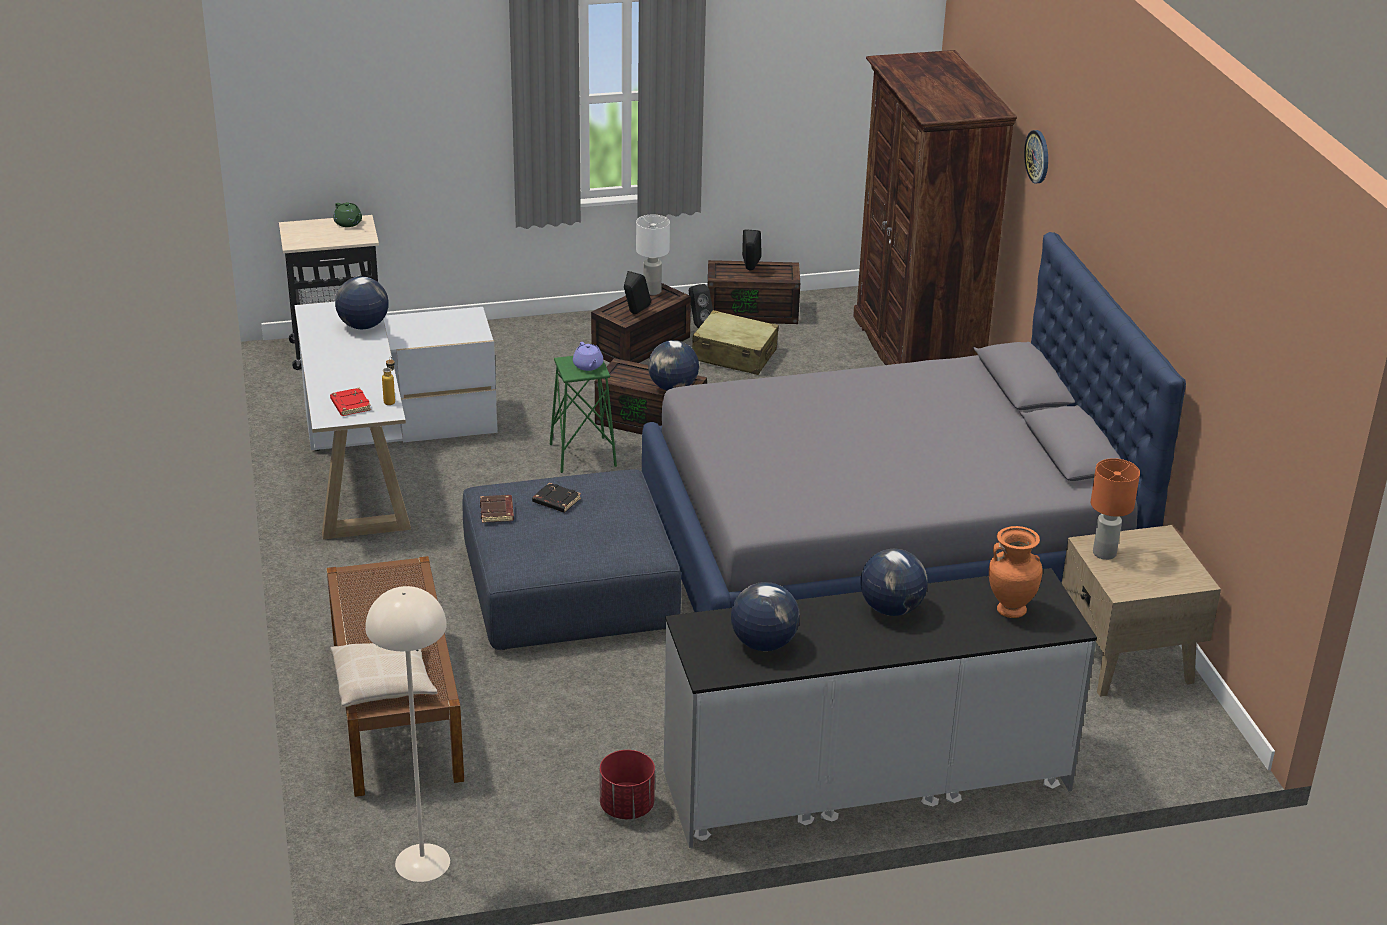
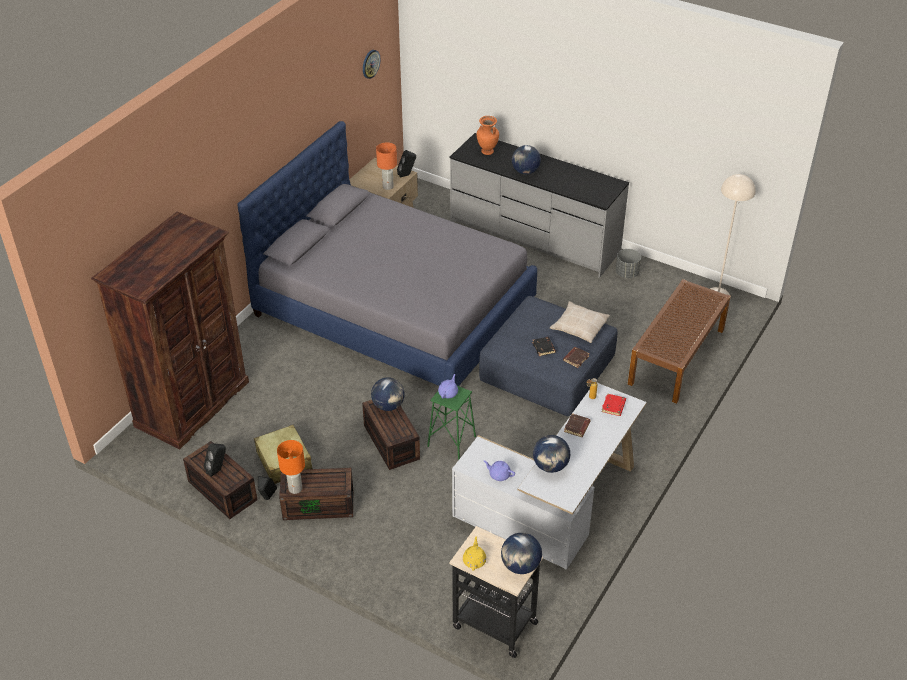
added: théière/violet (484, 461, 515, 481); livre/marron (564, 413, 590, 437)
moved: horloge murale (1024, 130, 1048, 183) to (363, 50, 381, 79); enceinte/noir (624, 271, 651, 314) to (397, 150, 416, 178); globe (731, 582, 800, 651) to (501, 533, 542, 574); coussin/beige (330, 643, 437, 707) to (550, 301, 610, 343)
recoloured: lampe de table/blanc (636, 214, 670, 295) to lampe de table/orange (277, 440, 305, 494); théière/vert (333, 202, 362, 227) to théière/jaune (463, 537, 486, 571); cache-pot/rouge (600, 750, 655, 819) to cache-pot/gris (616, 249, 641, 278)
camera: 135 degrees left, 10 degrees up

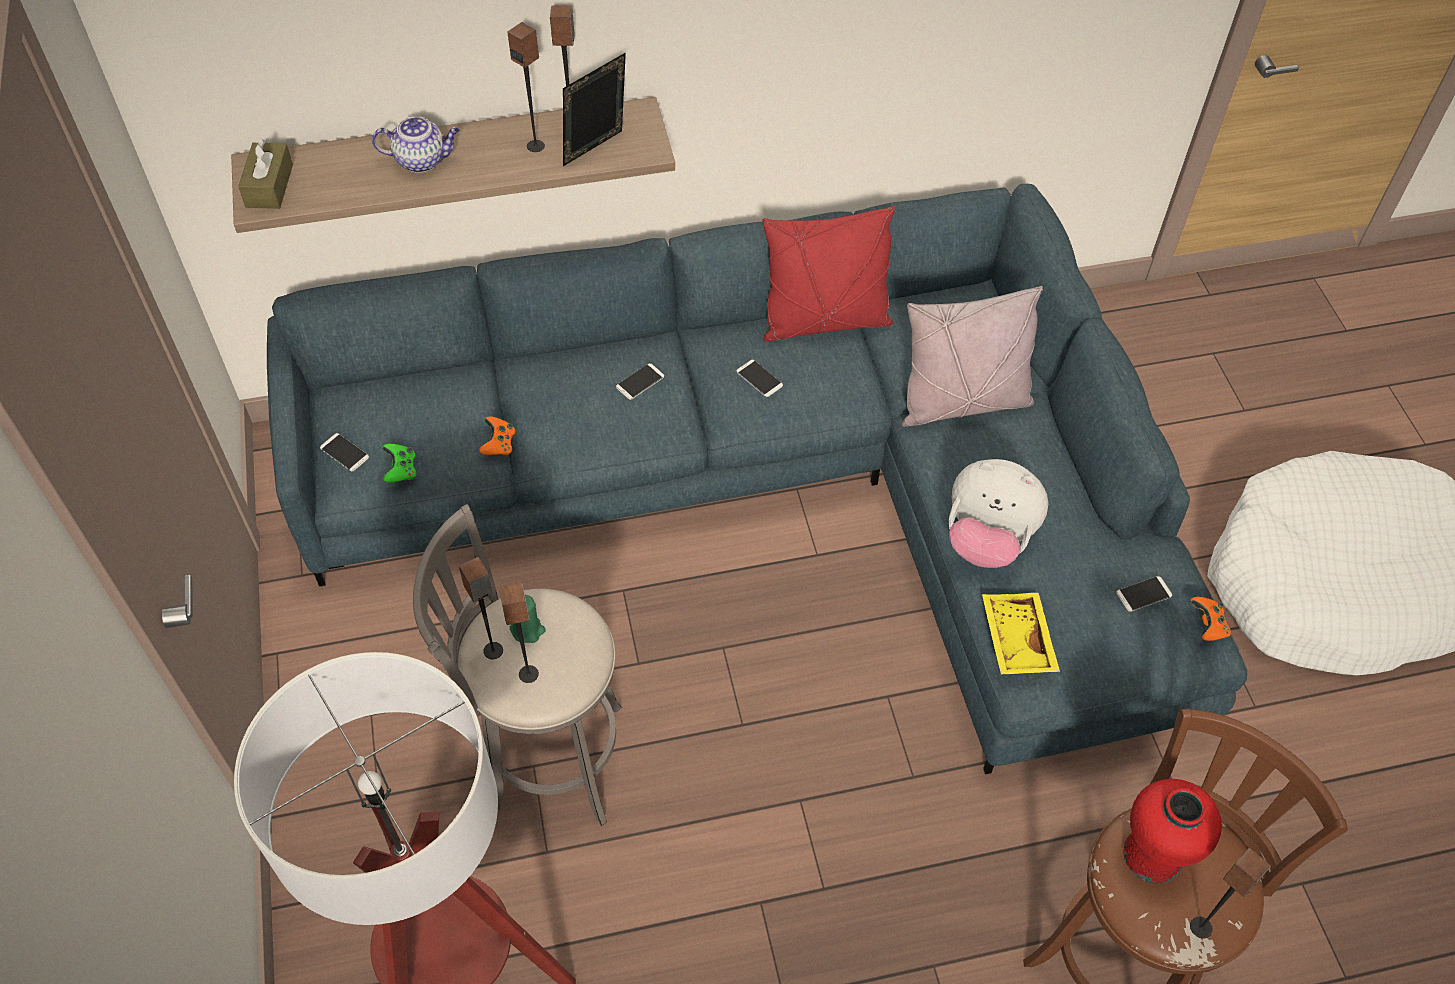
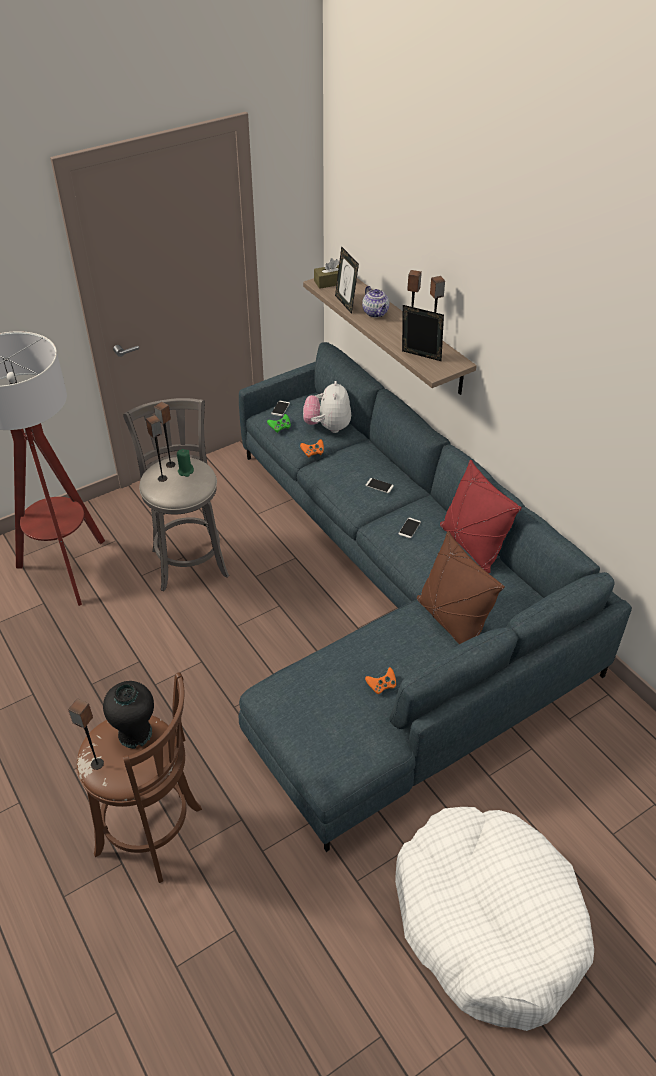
removed: plateau/jaune (982, 593, 1060, 674); téléphone (1116, 576, 1172, 612)
added: cadre photo (335, 246, 359, 314)
moved: peluche (949, 459, 1048, 568) to (303, 381, 351, 433); manette/orange (1190, 597, 1231, 641) to (365, 667, 396, 694)
recoloured: vase/rouge (1123, 779, 1222, 884) to vase/noir (103, 681, 154, 749); coussin/violet (902, 286, 1043, 427) to coussin/marron (417, 531, 505, 644)
camera: 70 degrees right, 10 degrees down

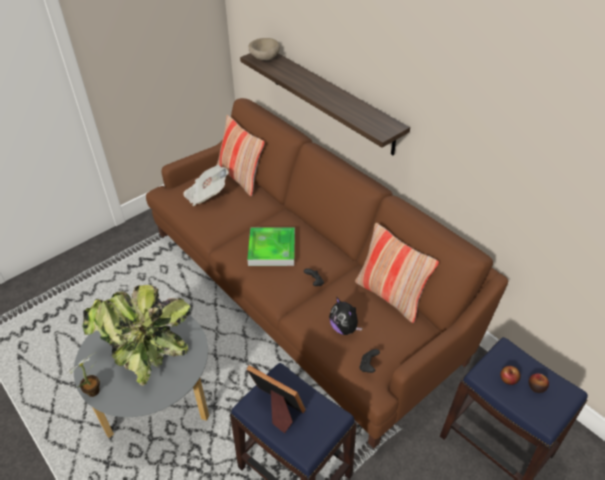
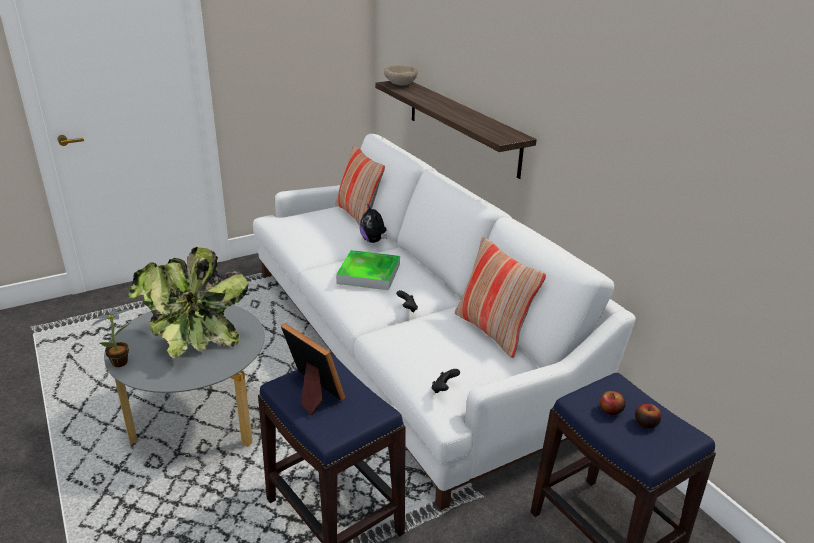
removed: journal (183, 165, 229, 206)
moved: peluche (329, 297, 362, 335) to (360, 204, 387, 243)
recoloured: canapé/marron (146, 98, 508, 449) to canapé/blanc (253, 134, 636, 510)
camera: 10 degrees right, 15 degrees down

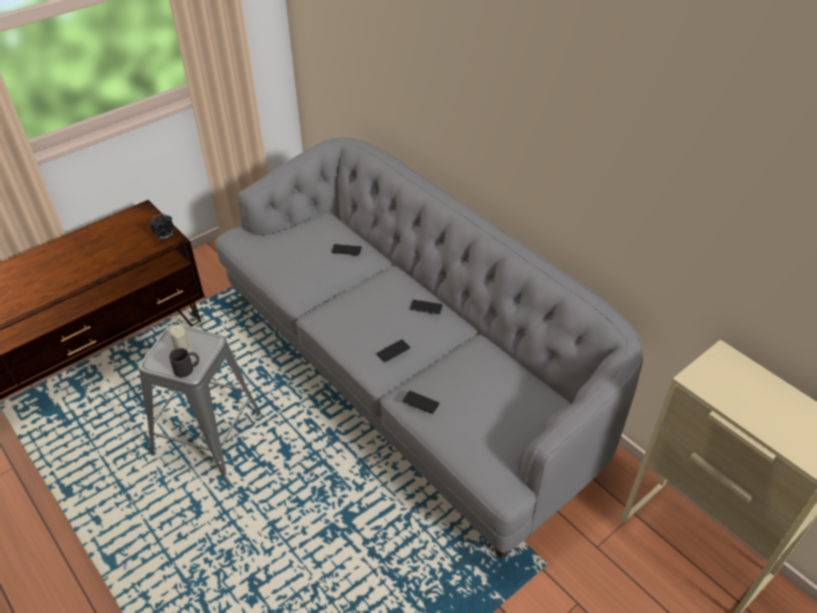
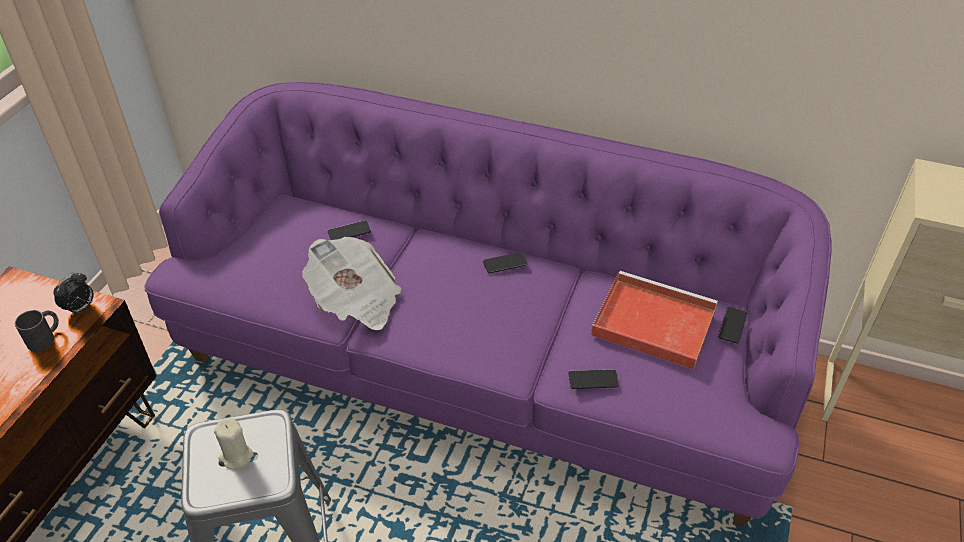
added: journal (302, 237, 401, 330); plateau/rouge (591, 271, 718, 370)
moved: mug/noir (169, 348, 199, 378) to (15, 310, 59, 351); téléphone (376, 339, 410, 362) to (718, 307, 747, 344)
recoloured: canapé/gris (215, 137, 643, 558) to canapé/violet (144, 82, 832, 527)
camera: 30 degrees left, 0 degrees up

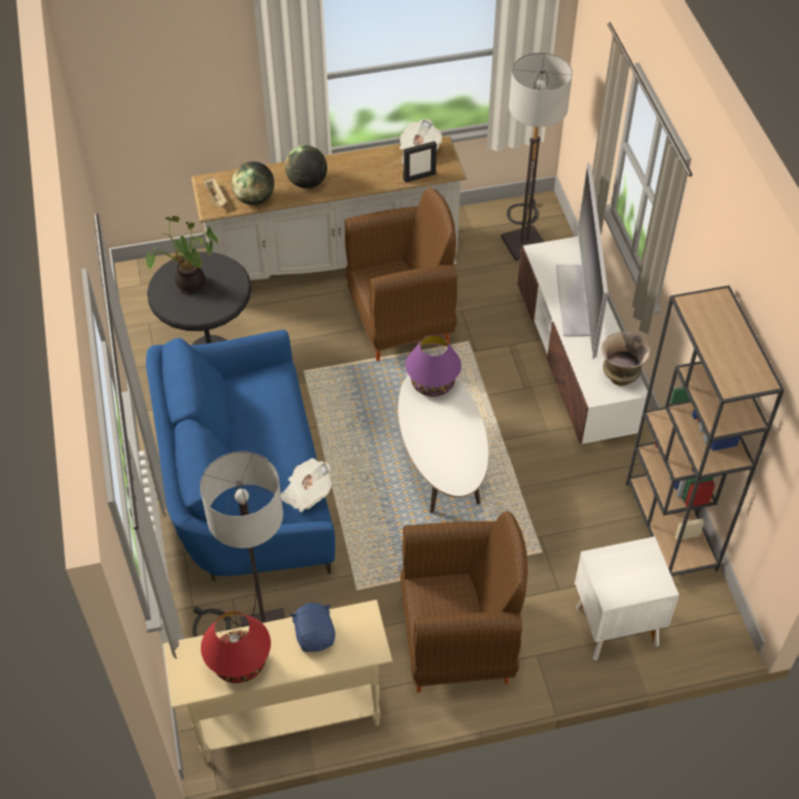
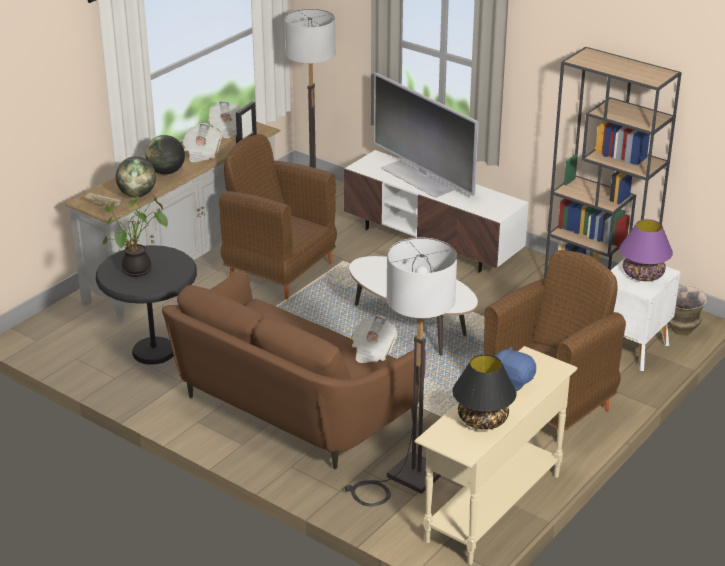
added: journal (182, 123, 222, 162)
moved: lampe de table/violet (406, 335, 461, 397) to (620, 219, 673, 281); vase (601, 331, 650, 386) to (668, 286, 708, 335)
recoloured: canapé/bleu (146, 330, 335, 581) to canapé/marron (162, 270, 426, 470); lampe de table/rouge (201, 611, 271, 683) to lampe de table/noir (452, 354, 517, 430)
turned: fauteuil/marron (345, 187, 457, 361) = (219, 134, 337, 299) 90 degrees counterclockwise
camera: 40 degrees left, 20 degrees down

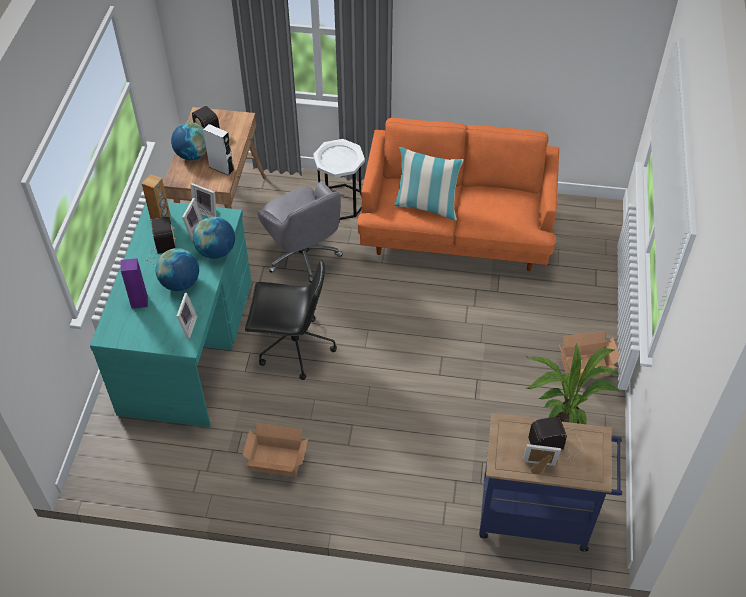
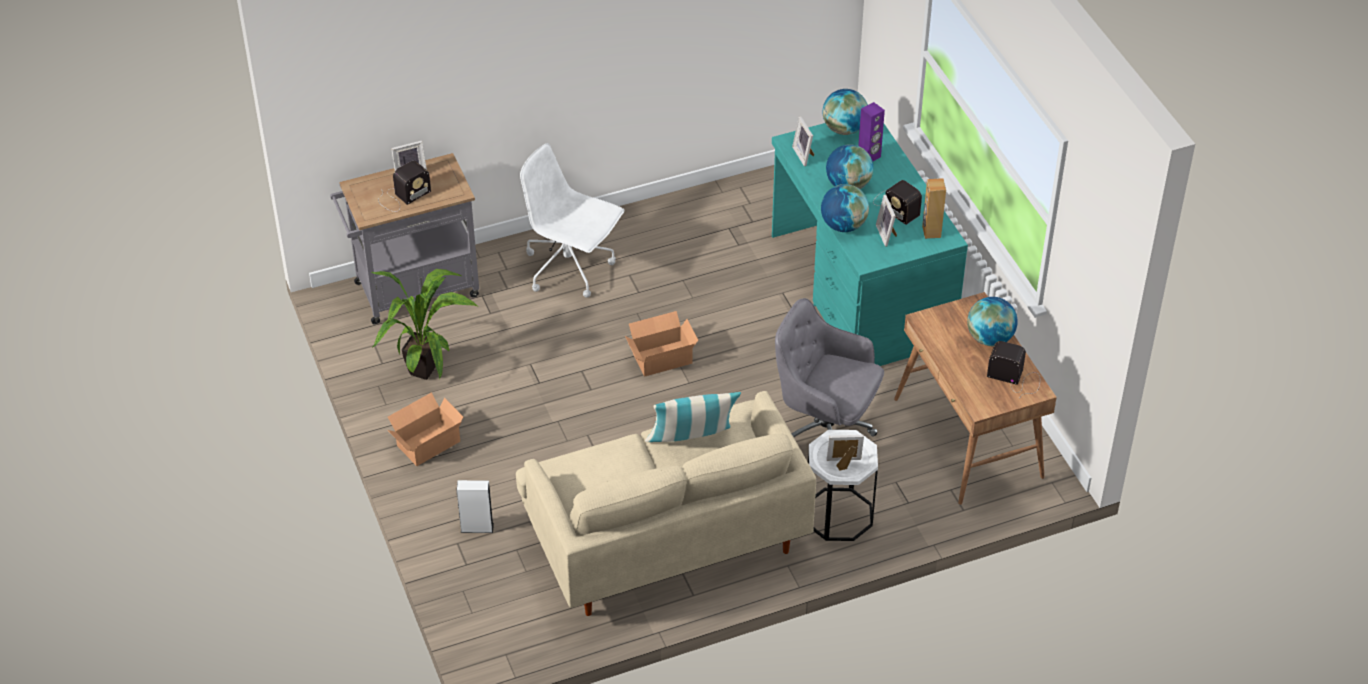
removed: chaise de bureau/noir (245, 259, 337, 380)
added: chaise de bureau/blanc (520, 143, 624, 298); globe (823, 89, 868, 135)
moved: enceinte/blanc (203, 124, 234, 176) to (457, 480, 494, 533); carton (243, 423, 308, 477) to (625, 311, 698, 376); cadre photo (191, 183, 216, 217) to (827, 435, 864, 471)
recoloured: chariot/bleu (479, 413, 622, 552) to chariot/gris (330, 153, 479, 325); canapé/orange (357, 118, 559, 271) to canapé/beige (516, 391, 816, 616)
camera: 150 degrees right, 5 degrees down

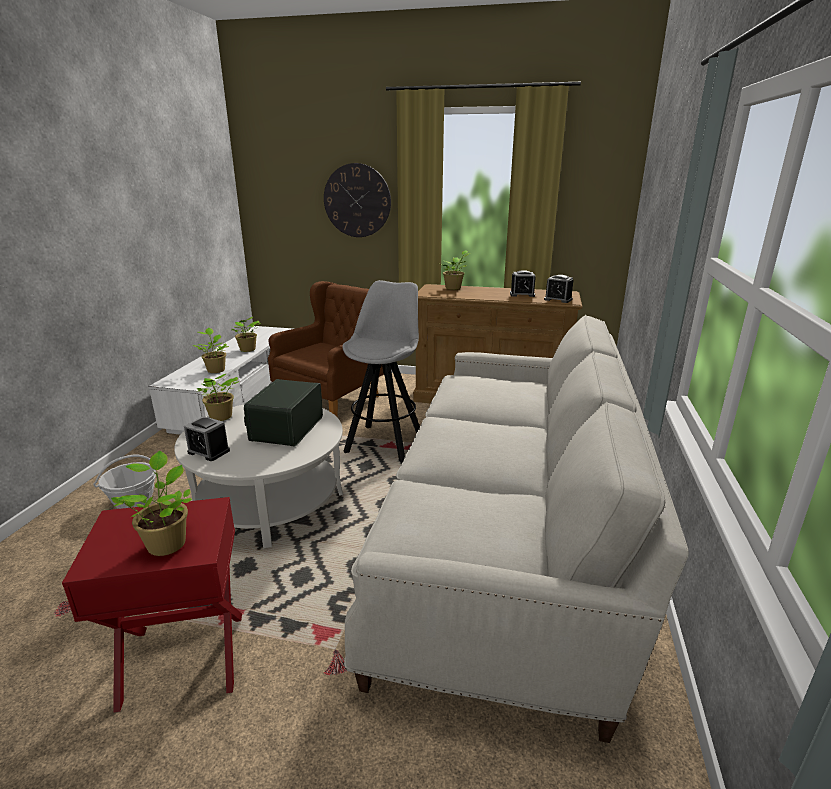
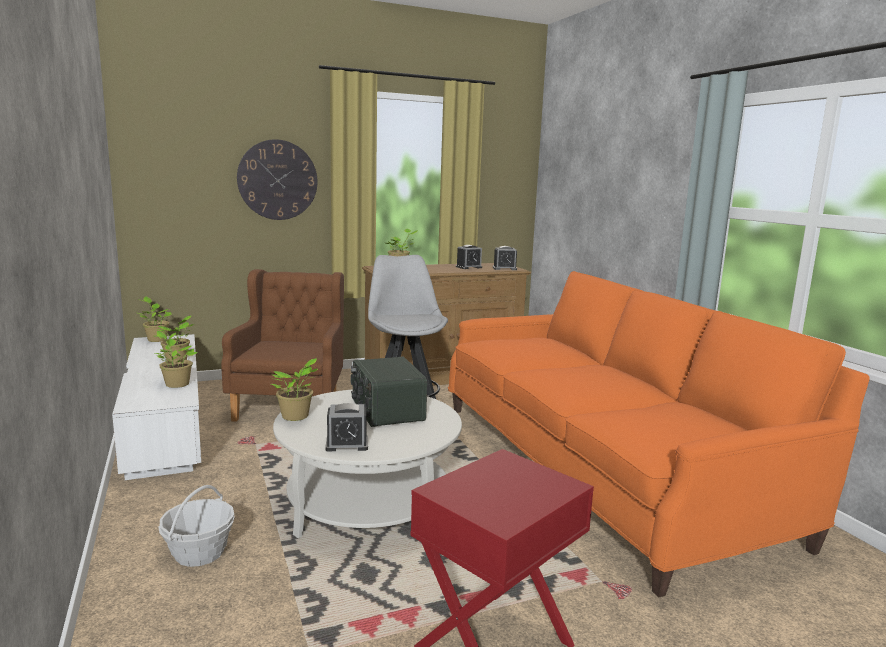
moved: plante en pot (111, 451, 192, 556) to (138, 296, 173, 342)
recoloured: canapé/blanc (344, 315, 689, 743) to canapé/orange (448, 271, 870, 597)
camera: 35 degrees left, 10 degrees down

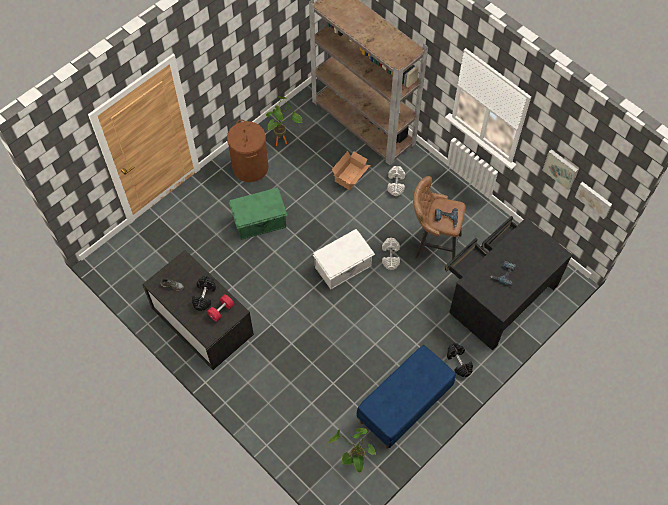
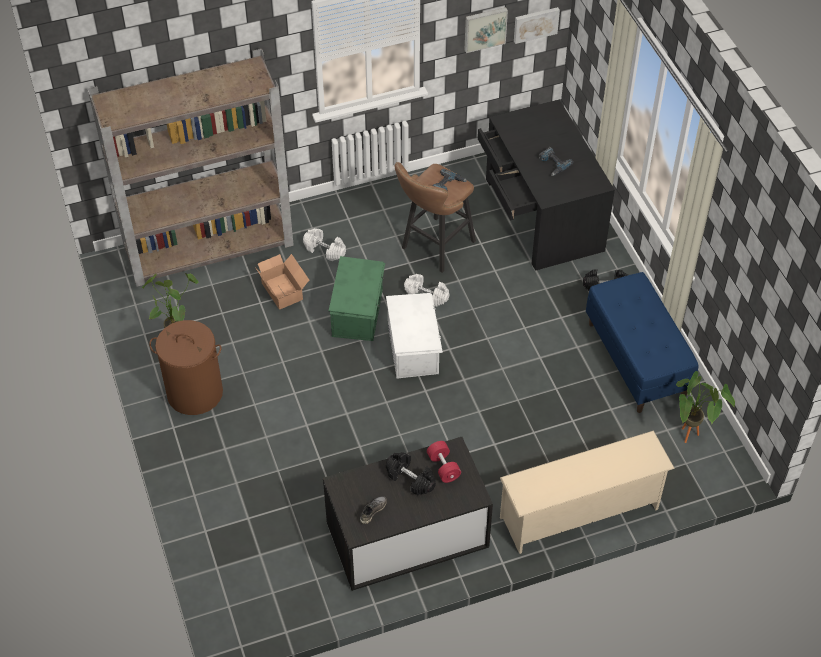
added: étagère à chaussures/beige (500, 430, 675, 554)
moved: boîte de rangement/vert (229, 187, 287, 240) to (329, 256, 385, 341)
camera: 65 degrees left, 10 degrees down

